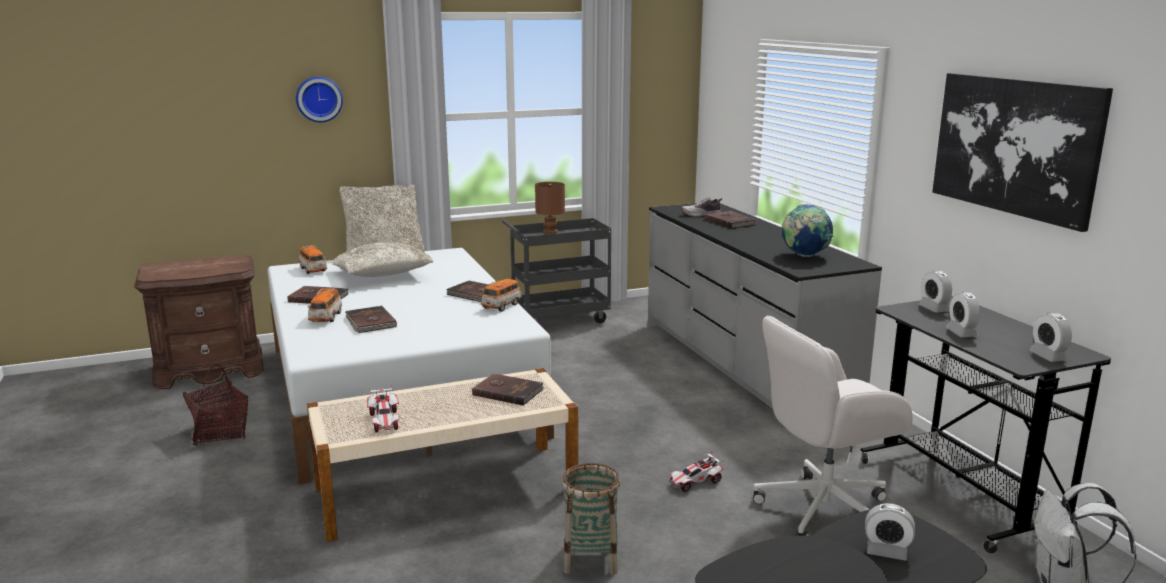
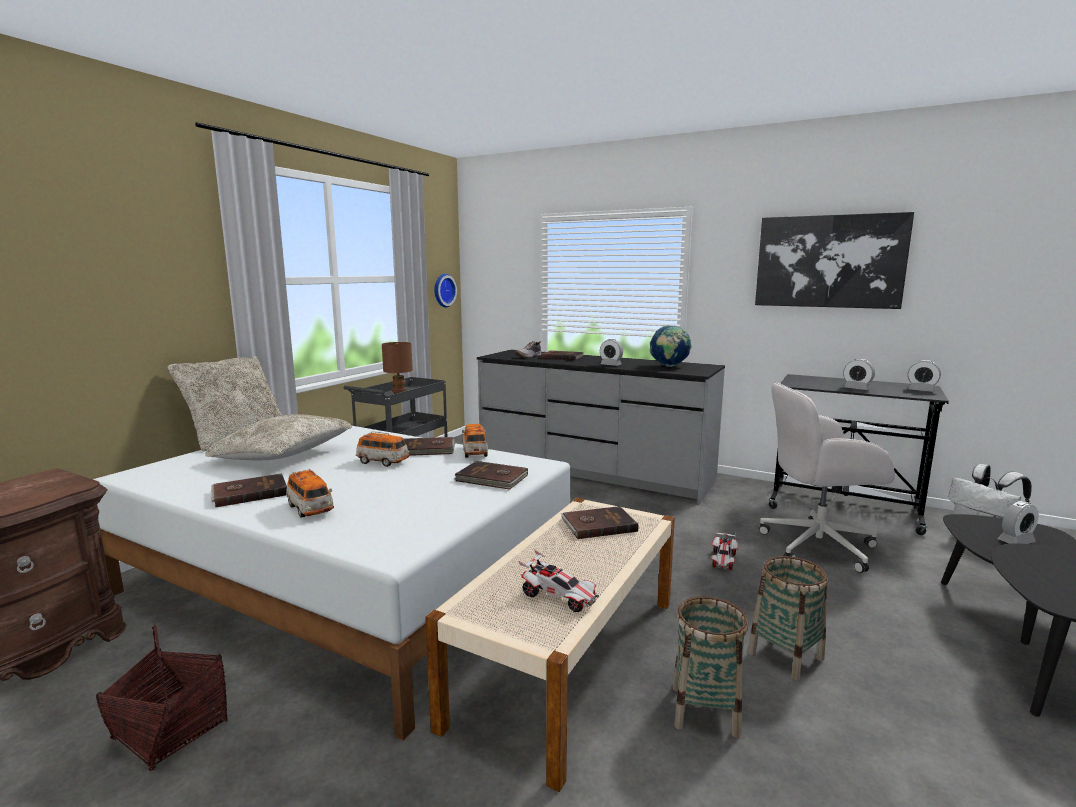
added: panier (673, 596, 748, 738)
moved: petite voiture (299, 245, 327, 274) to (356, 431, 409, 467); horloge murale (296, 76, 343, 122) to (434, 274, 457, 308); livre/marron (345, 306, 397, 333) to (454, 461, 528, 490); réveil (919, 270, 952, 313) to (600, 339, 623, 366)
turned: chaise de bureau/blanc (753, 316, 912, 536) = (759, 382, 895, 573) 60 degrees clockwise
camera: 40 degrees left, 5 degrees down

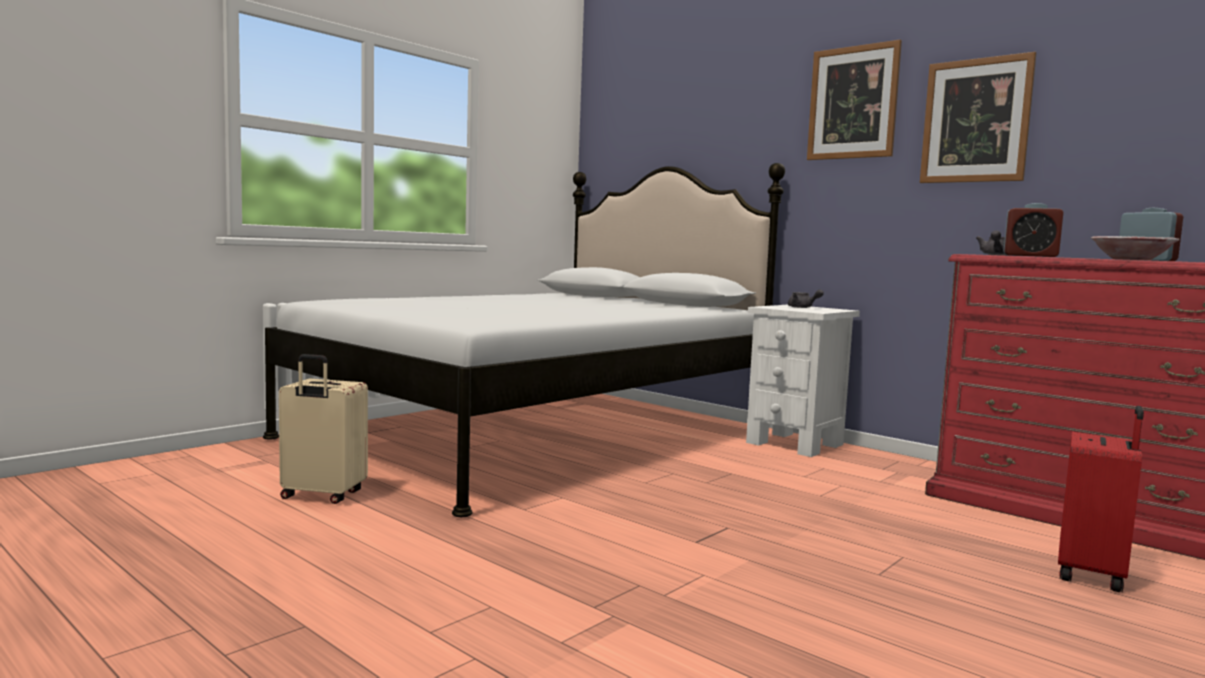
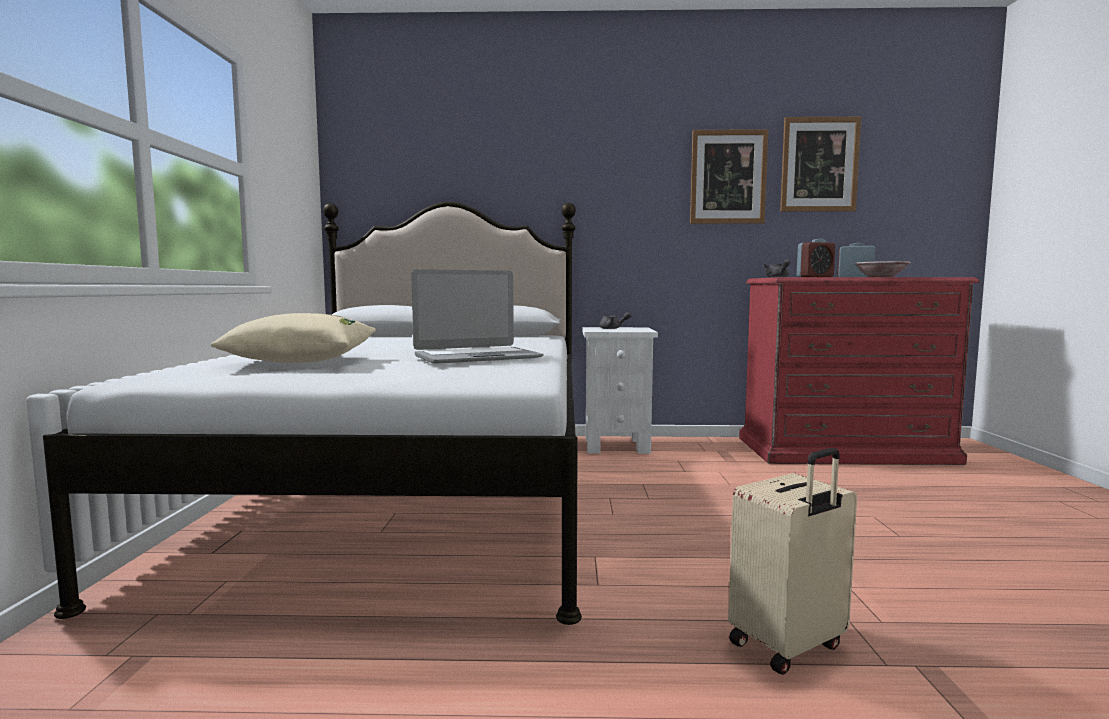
removed: valise/rouge (1058, 406, 1144, 592)
added: coussin/beige (211, 313, 376, 363); ordinateur portable (411, 269, 543, 364)
moved: valise/beige (279, 354, 368, 504) to (728, 448, 857, 675); tableau (807, 40, 902, 160) to (780, 117, 861, 212)
camera: 40 degrees left, 0 degrees up

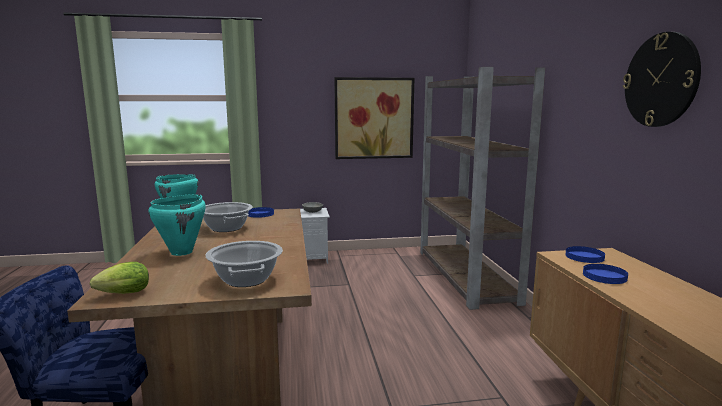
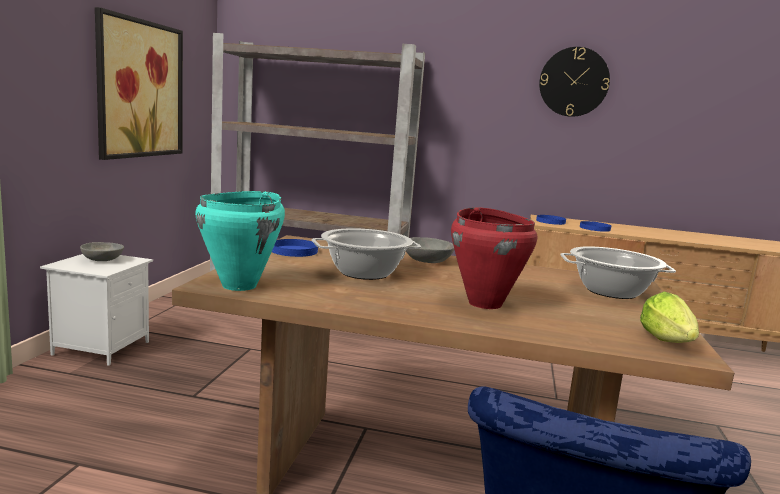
added: bol/gris (406, 237, 454, 263)
recoloured: marmite/turquoise (149, 194, 206, 256) to marmite/rouge (451, 207, 537, 309)
camera: 70 degrees left, 0 degrees up

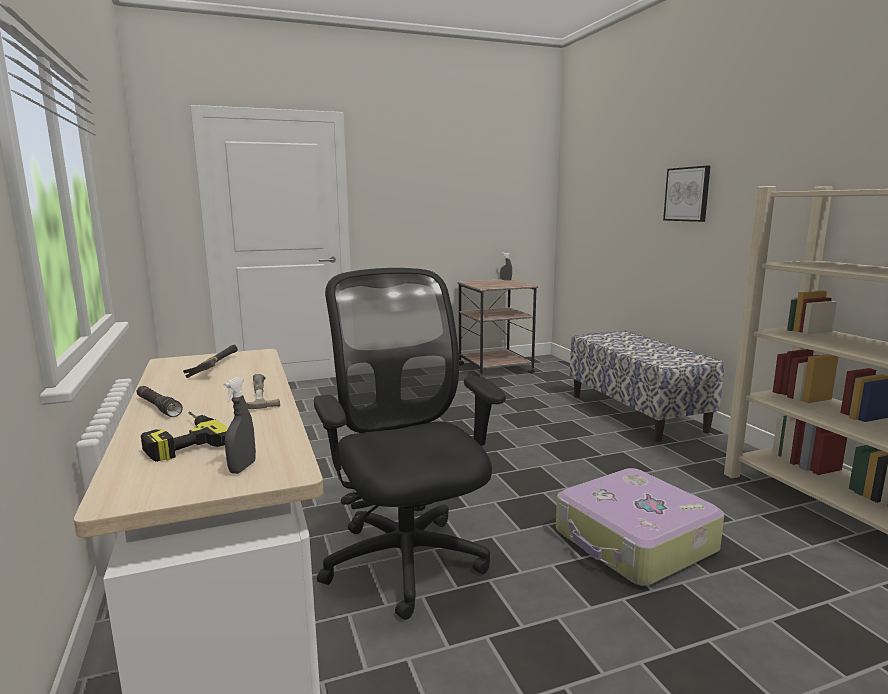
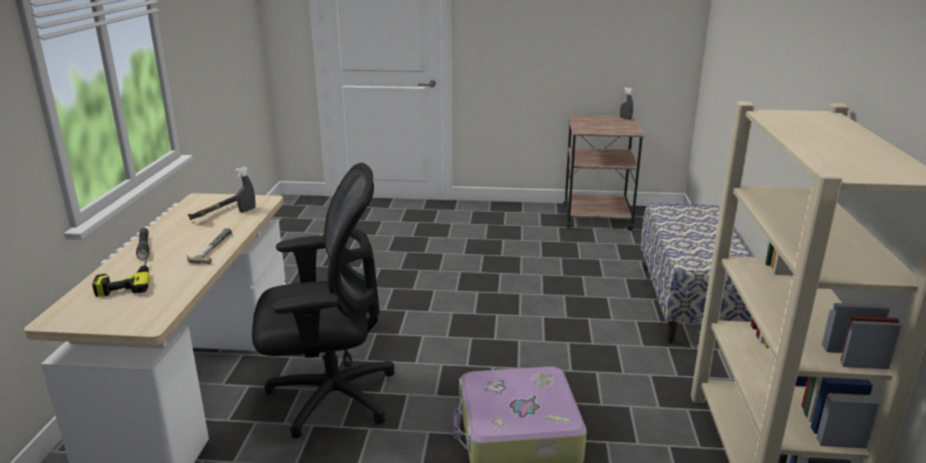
removed: tableau (663, 166, 711, 222)
moved: vaporisateur/gris (224, 377, 256, 474) to (235, 167, 256, 212)
turned: chaise de bureau/noir (314, 268, 506, 620) = (252, 163, 395, 439) 75 degrees clockwise
camera: 25 degrees right, 10 degrees up

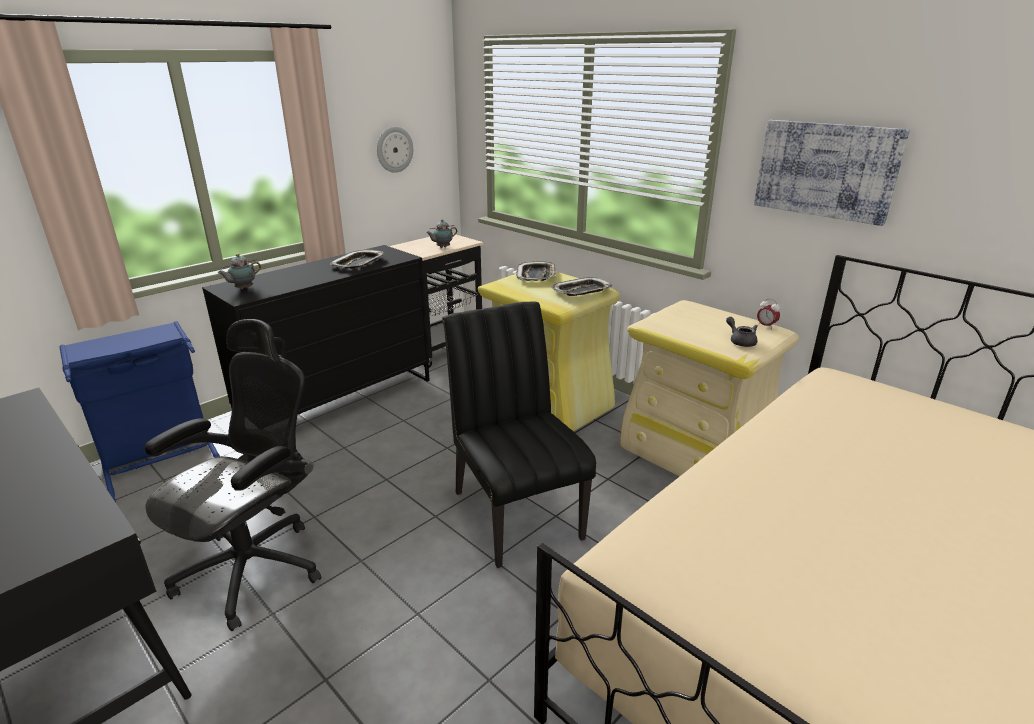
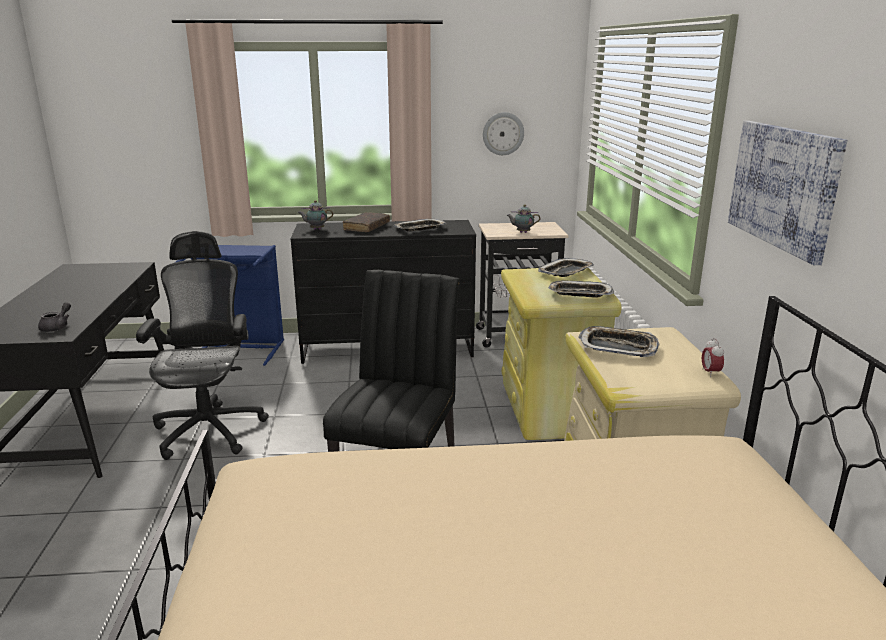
added: livre/marron (343, 212, 390, 232); plateau (578, 326, 659, 357)
moved: théière/gris (726, 317, 758, 347) to (38, 302, 71, 332)
turned: chaise de bureau (145, 319, 321, 631) = (136, 231, 269, 460) 75 degrees counterclockwise
camera: 40 degrees right, 5 degrees down

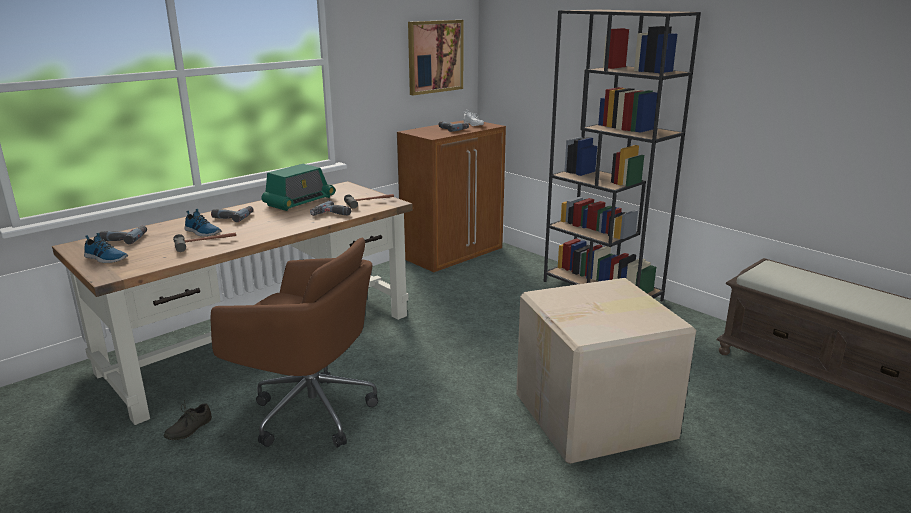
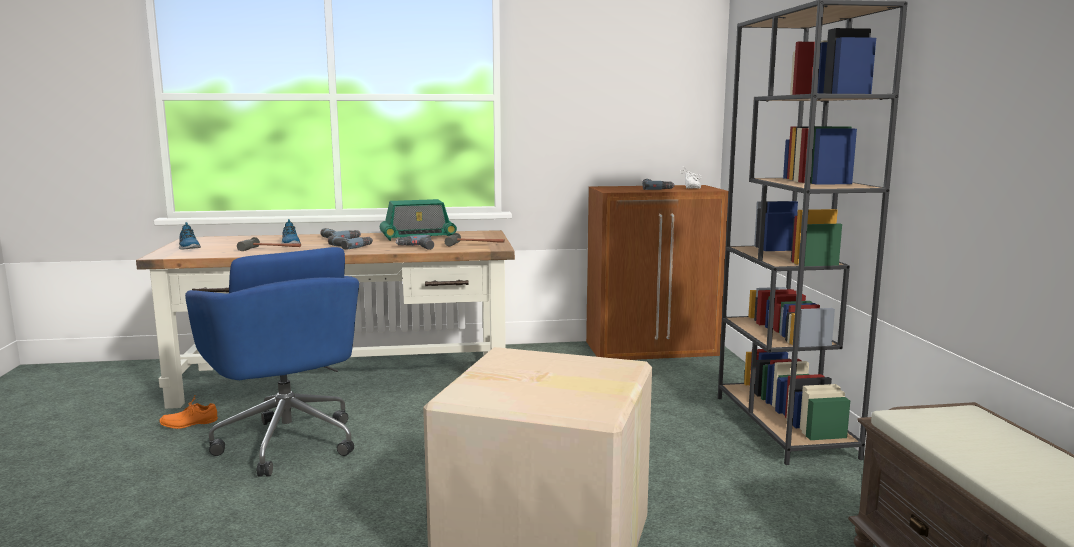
removed: tableau (408, 20, 464, 95)
moved: perceuse (99, 225, 147, 244) to (328, 236, 373, 250)
recoloured: chaussure/gris (164, 400, 212, 440) to chaussure/orange (159, 394, 218, 429); chaise de bureau/marron (211, 238, 378, 448) to chaise de bureau/bleu (185, 247, 359, 477)
camera: 35 degrees right, 10 degrees down

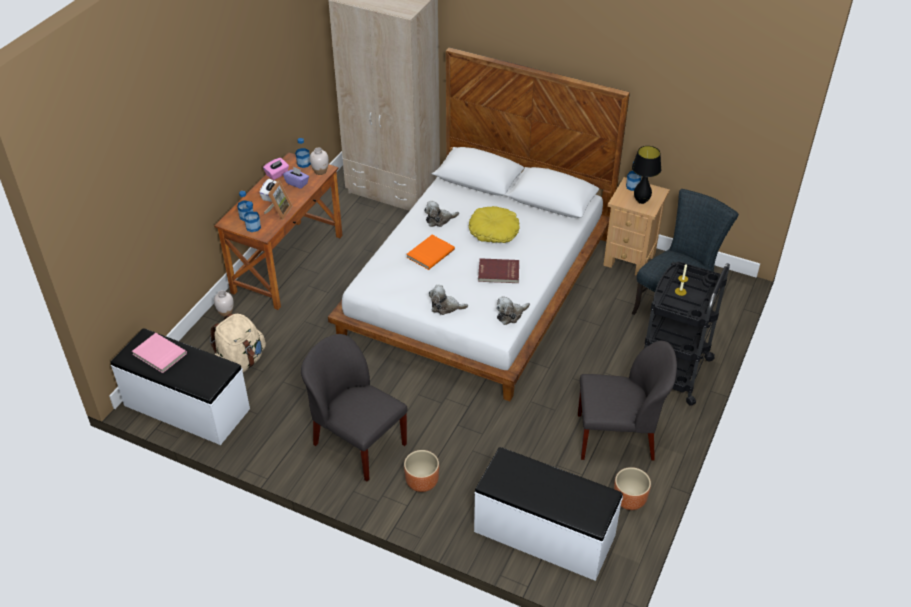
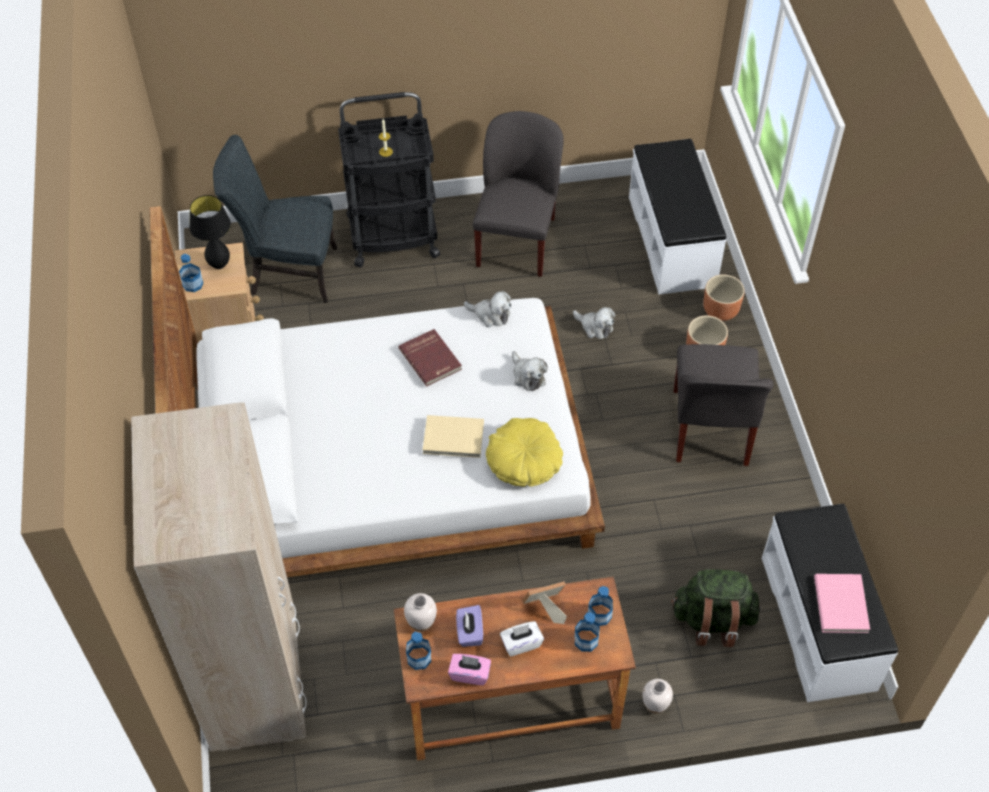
moved: coussin/jaune (469, 206, 520, 243) to (486, 418, 563, 487); peluche (424, 201, 459, 227) to (573, 307, 615, 339); cache-pot/marron (614, 467, 651, 510) to (703, 275, 745, 321)
recoloured: livre/orange (407, 235, 455, 270) to livre/beige (423, 415, 484, 458); sac à dos/beige (210, 313, 266, 372) to sac à dos/vert (671, 569, 760, 647)
turned: chaise/gris (578, 341, 677, 460) = (473, 111, 564, 277) 45 degrees clockwise
camera: 125 degrees left, 10 degrees up

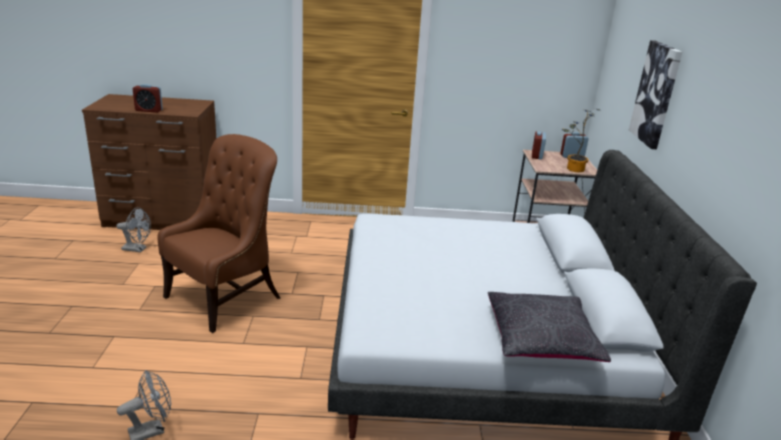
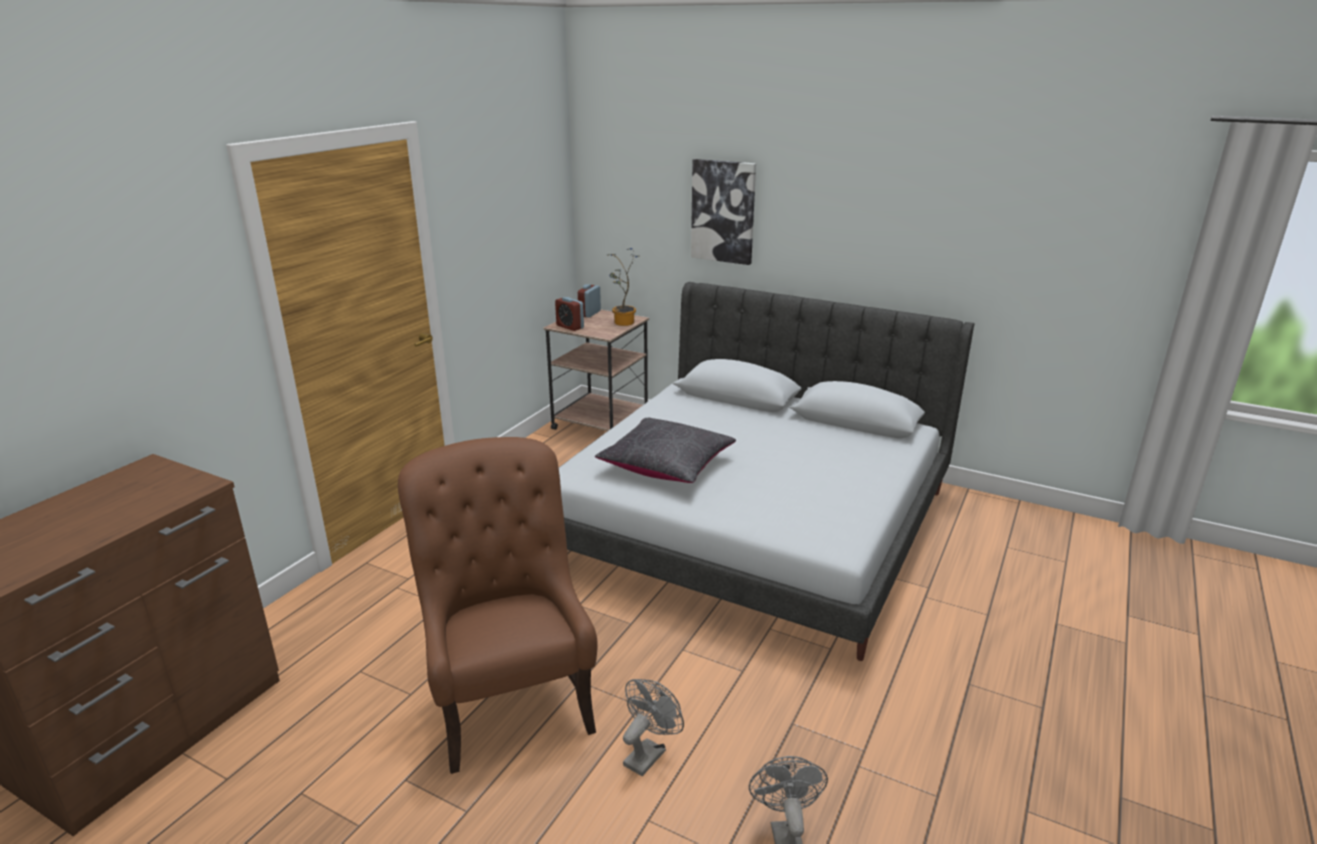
removed: réveil (133, 84, 163, 113)
moved: coussin/noir (488, 292, 611, 362) to (595, 418, 736, 483); ventilateur/gris (116, 207, 151, 252) to (623, 679, 684, 776)
camera: 60 degrees left, 0 degrees up

